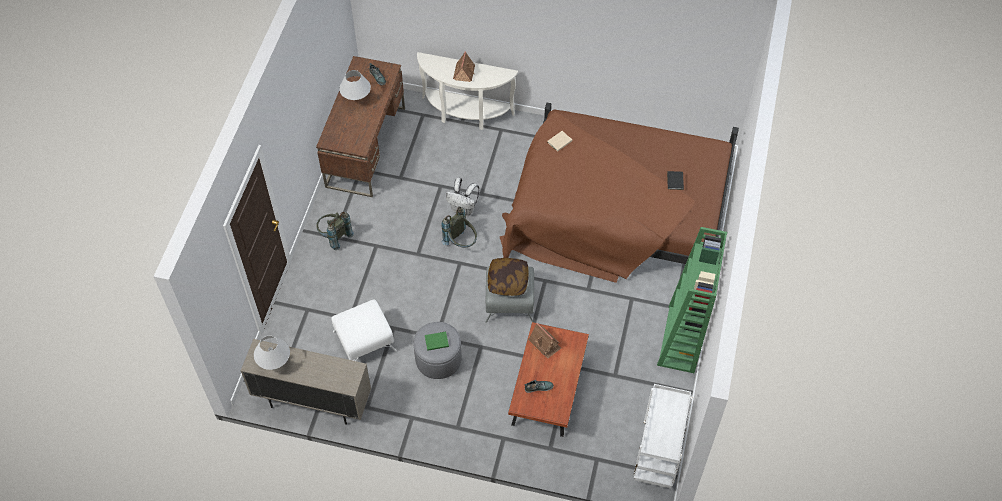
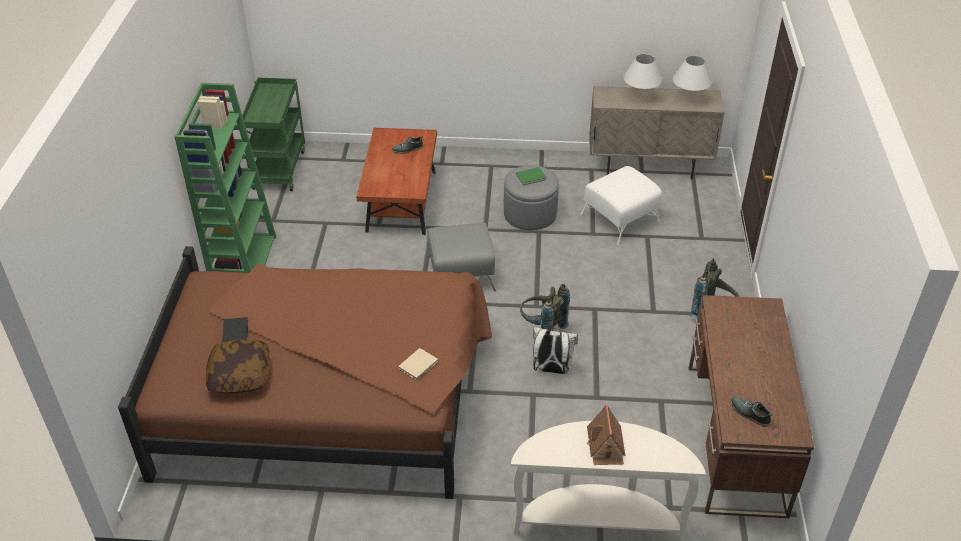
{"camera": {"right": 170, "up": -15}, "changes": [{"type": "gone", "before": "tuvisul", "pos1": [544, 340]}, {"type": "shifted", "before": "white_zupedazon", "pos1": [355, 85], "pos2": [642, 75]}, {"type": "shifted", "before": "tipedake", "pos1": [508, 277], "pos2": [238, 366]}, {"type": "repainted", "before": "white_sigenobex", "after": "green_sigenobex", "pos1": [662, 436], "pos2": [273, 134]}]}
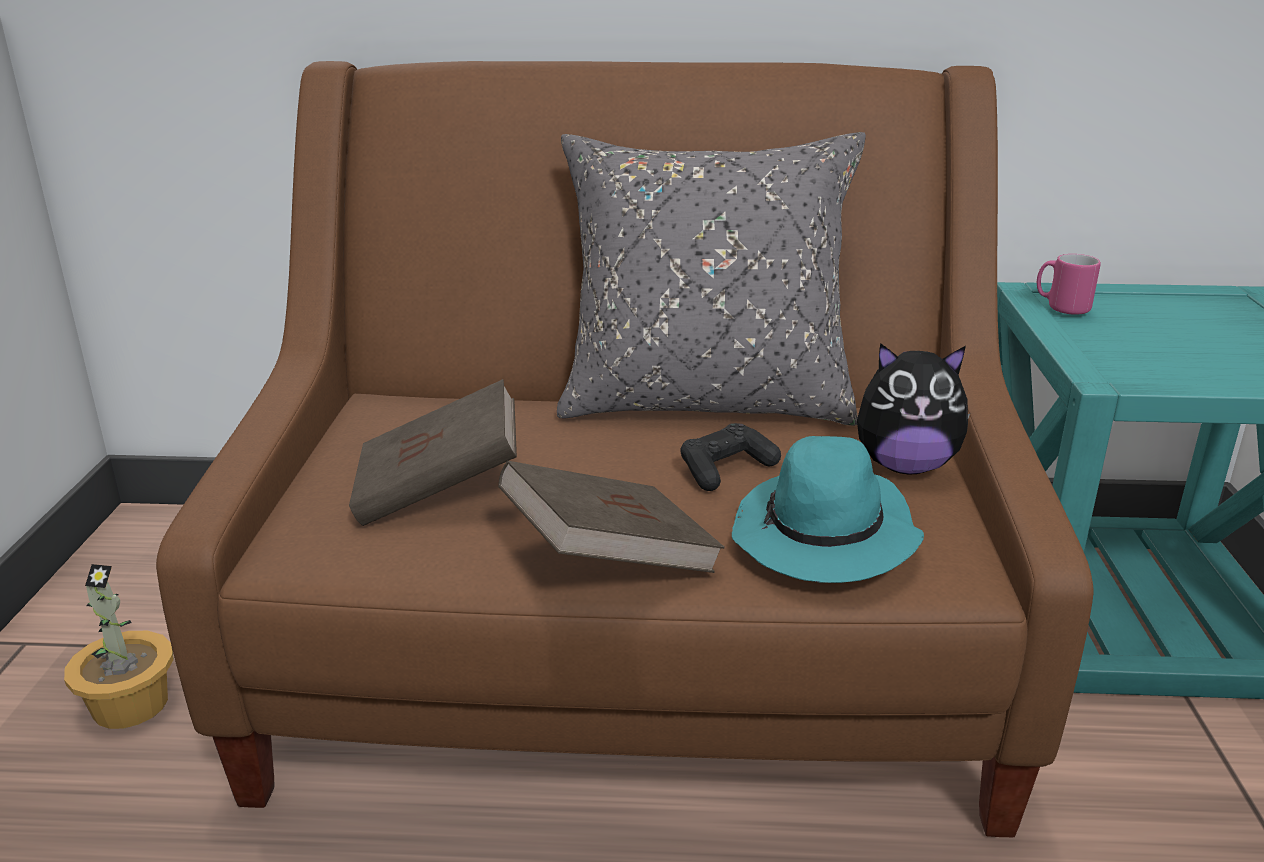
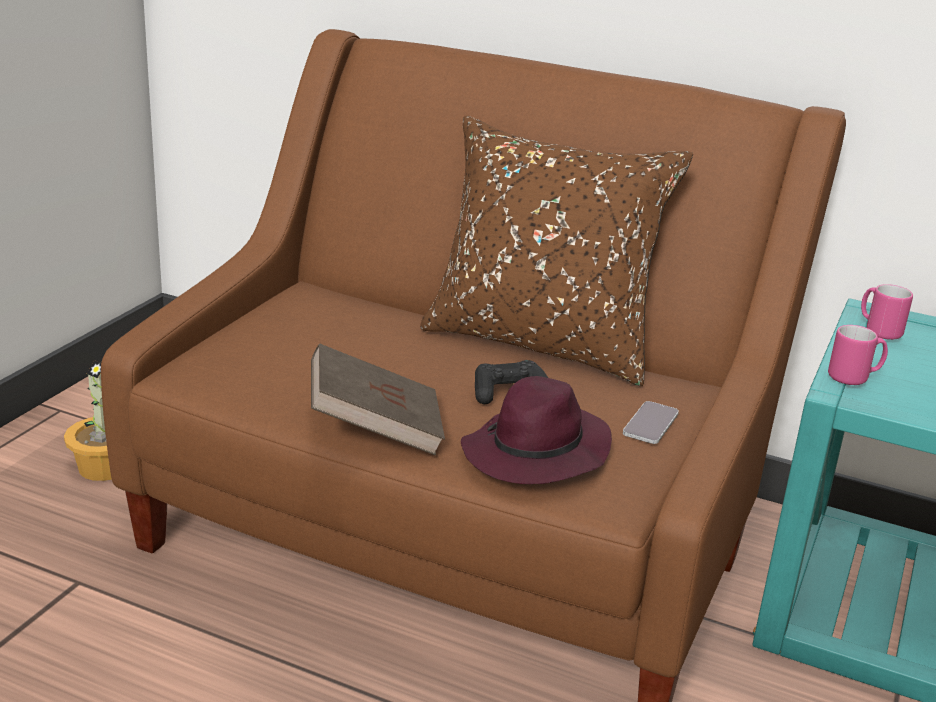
{"camera": {"right": 20, "up": 0}, "changes": [{"type": "gone", "before": "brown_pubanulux", "pos1": [433, 452]}, {"type": "new", "after": "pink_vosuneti", "pos2": [858, 355]}, {"type": "swapped", "before": "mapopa", "after": "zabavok", "pos1": [913, 408], "pos2": [651, 422]}, {"type": "repainted", "before": "grey_tipedake", "after": "brown_tipedake", "pos1": [711, 279], "pos2": [556, 251]}, {"type": "repainted", "before": "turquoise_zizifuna", "after": "purple_zizifuna", "pos1": [828, 509], "pos2": [536, 430]}]}
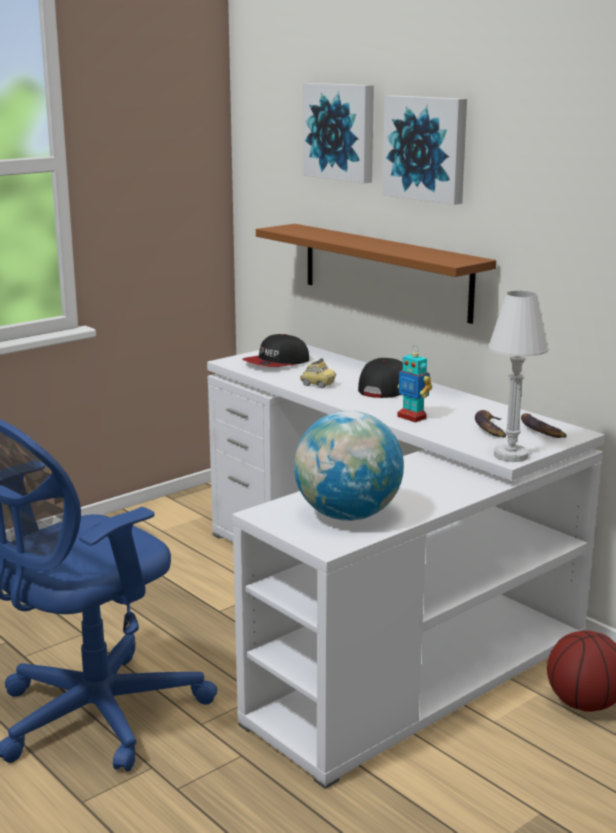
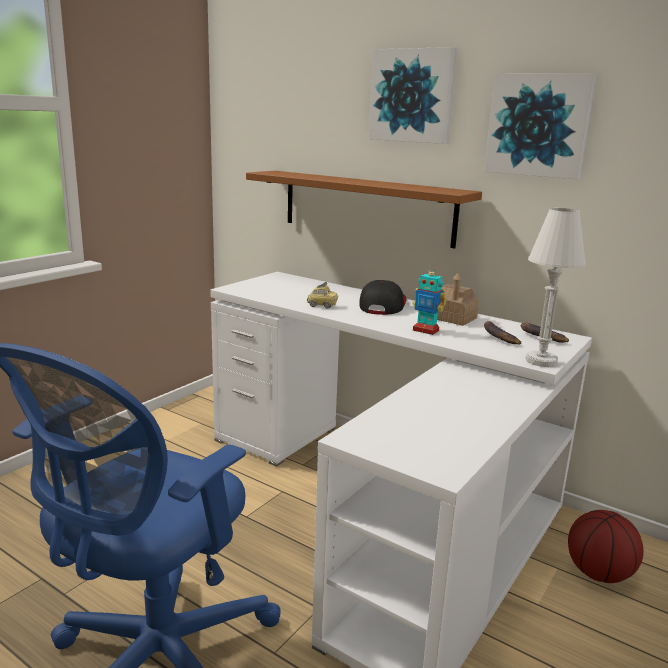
{"camera": {"right": -15, "up": 0}, "changes": [{"type": "gone", "before": "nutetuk", "pos1": [275, 350]}, {"type": "gone", "before": "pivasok", "pos1": [349, 466]}, {"type": "new", "after": "tuvisul", "pos2": [458, 299]}, {"type": "shifted", "before": "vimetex", "pos1": [338, 133], "pos2": [540, 126]}]}
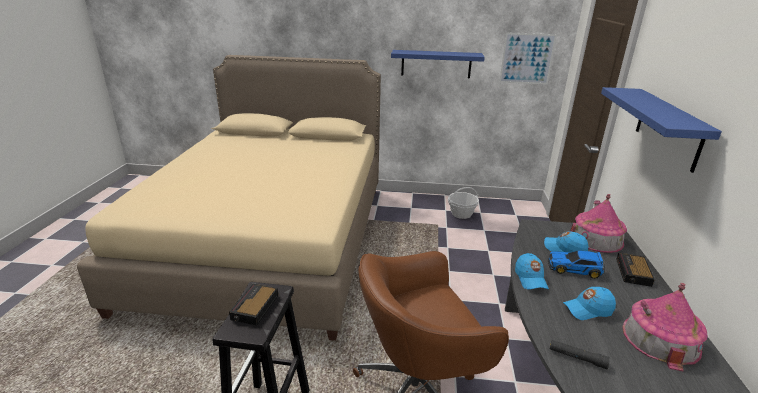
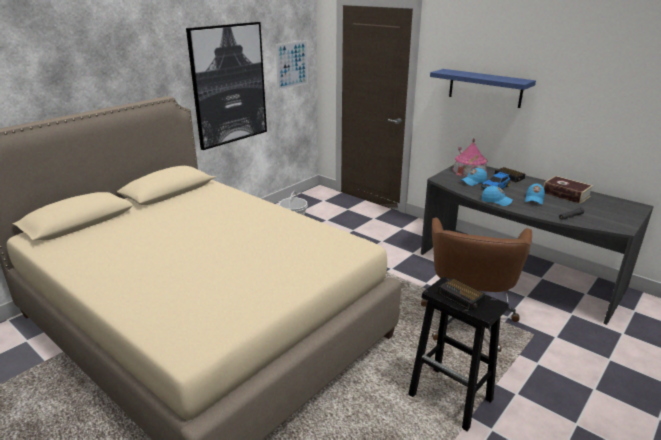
{"camera": {"right": -55, "up": 0}, "changes": [{"type": "swapped", "before": "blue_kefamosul", "after": "vimetex", "pos1": [438, 64], "pos2": [226, 86]}, {"type": "swapped", "before": "tuvisul", "after": "pubanulux", "pos1": [665, 327], "pos2": [568, 190]}]}
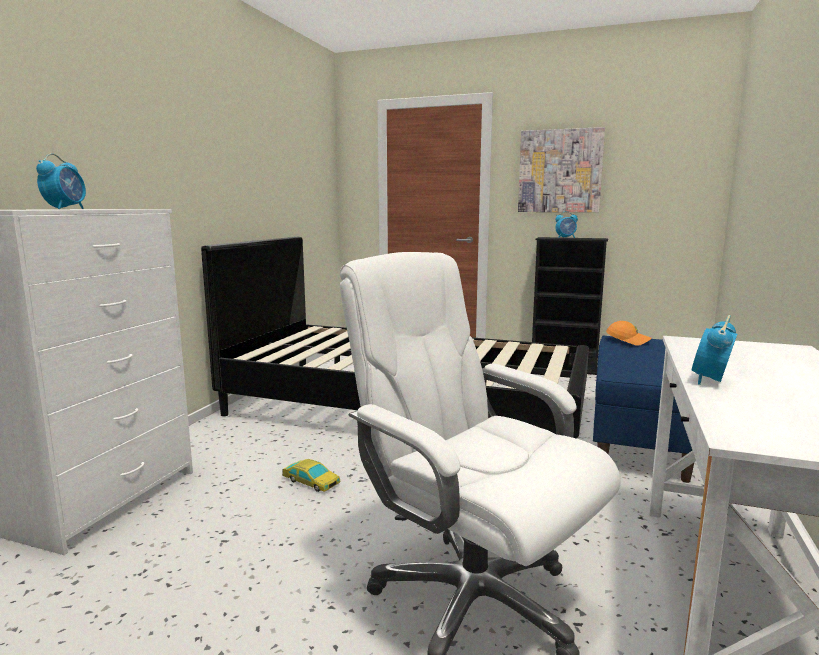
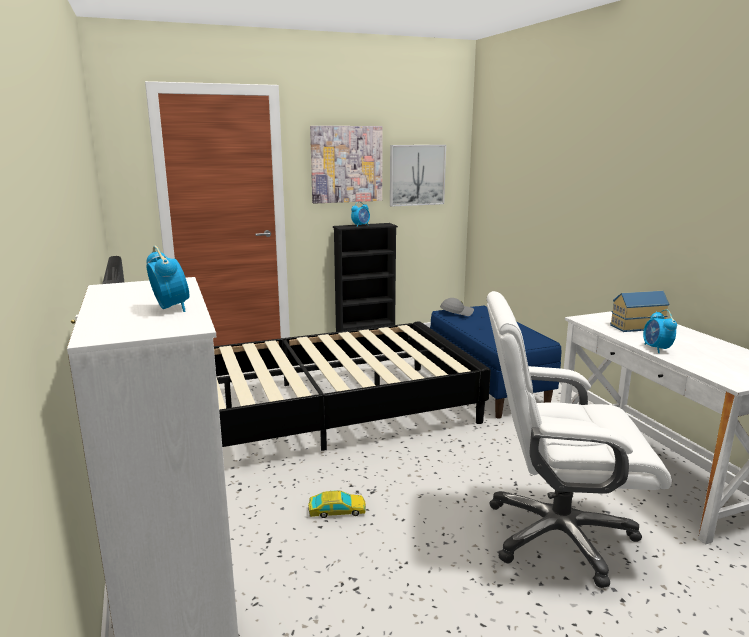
{"camera": {"right": -40, "up": 5}, "changes": [{"type": "new", "after": "vimetex", "pos2": [418, 176]}, {"type": "new", "after": "tuvisul", "pos2": [639, 311]}, {"type": "repainted", "before": "orange_nutetuk", "after": "grey_nutetuk", "pos1": [629, 333], "pos2": [457, 307]}]}
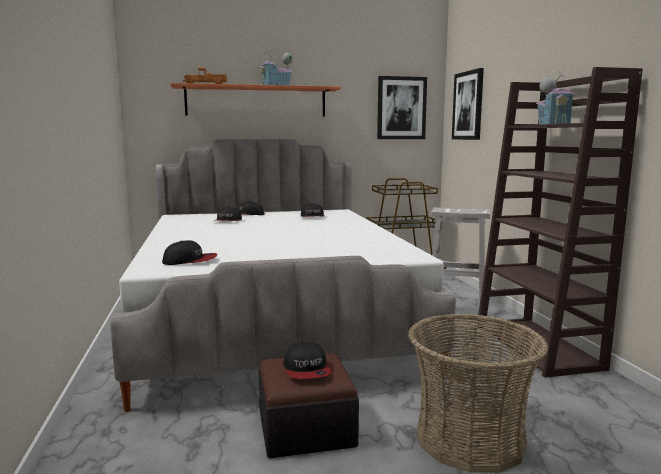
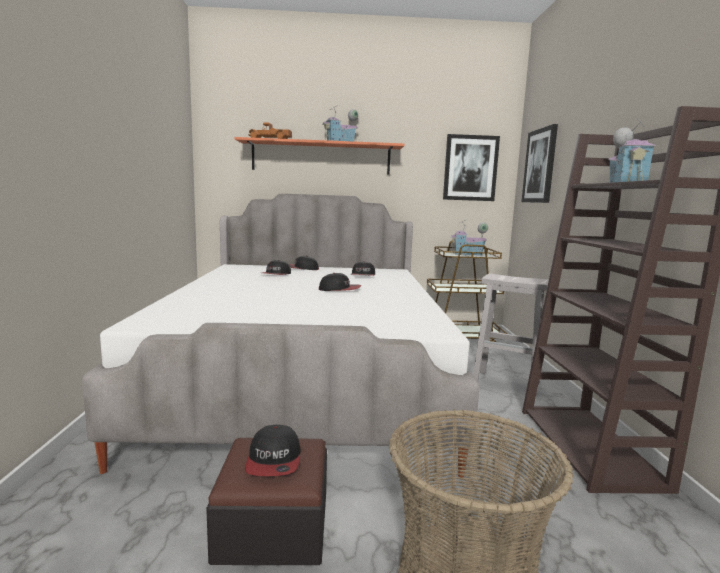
{"camera": {"right": 10, "up": 0}, "changes": [{"type": "new", "after": "tuvisul", "pos2": [469, 238]}, {"type": "shifted", "before": "nutetuk", "pos1": [189, 252], "pos2": [340, 282]}]}
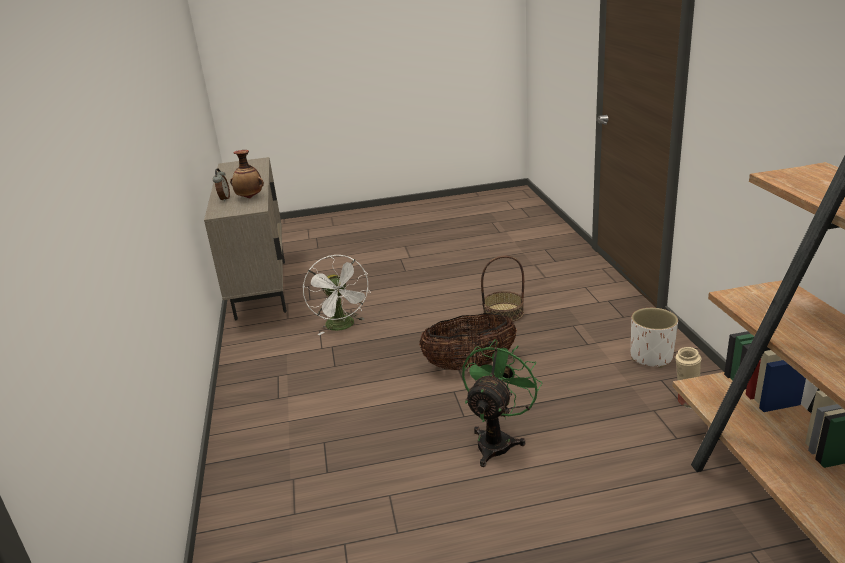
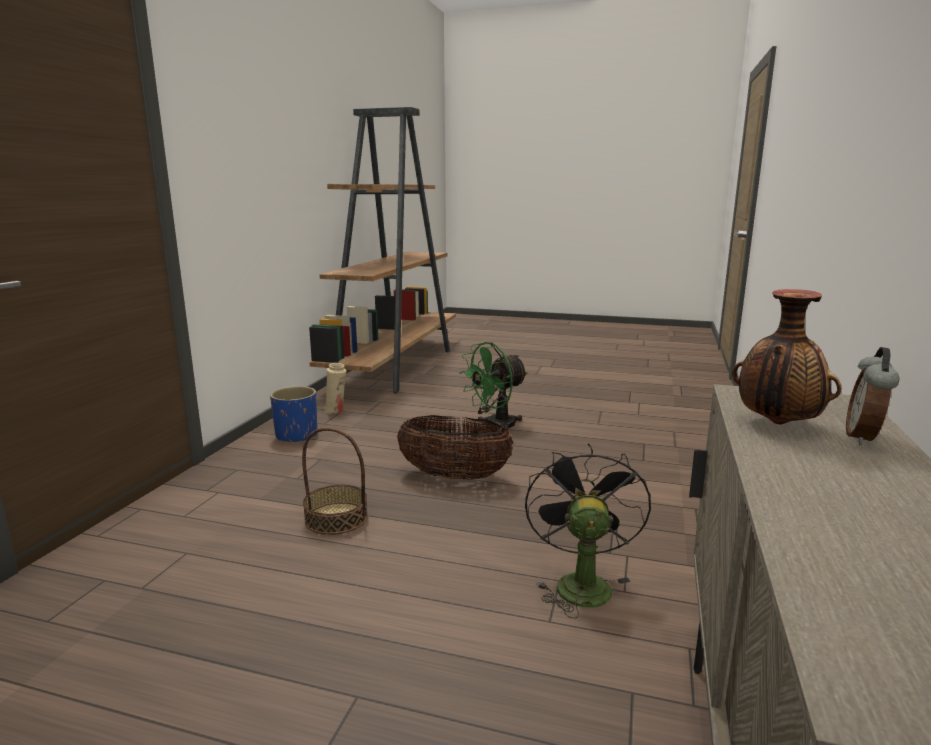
{"camera": {"right": -155, "up": -10}, "changes": [{"type": "repainted", "before": "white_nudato", "after": "black_nudato", "pos1": [337, 295], "pos2": [588, 531]}, {"type": "repainted", "before": "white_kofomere", "after": "blue_kofomere", "pos1": [654, 338], "pos2": [293, 415]}]}
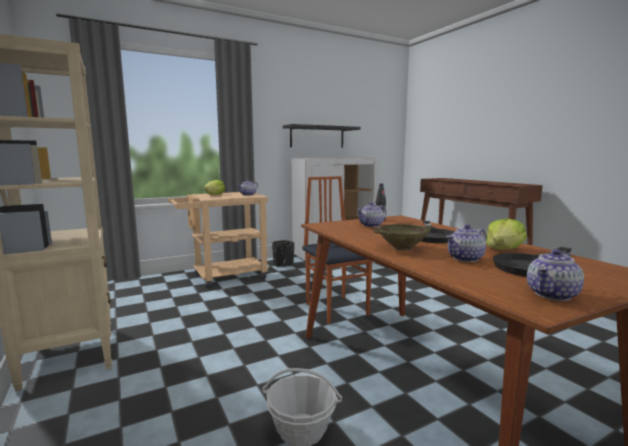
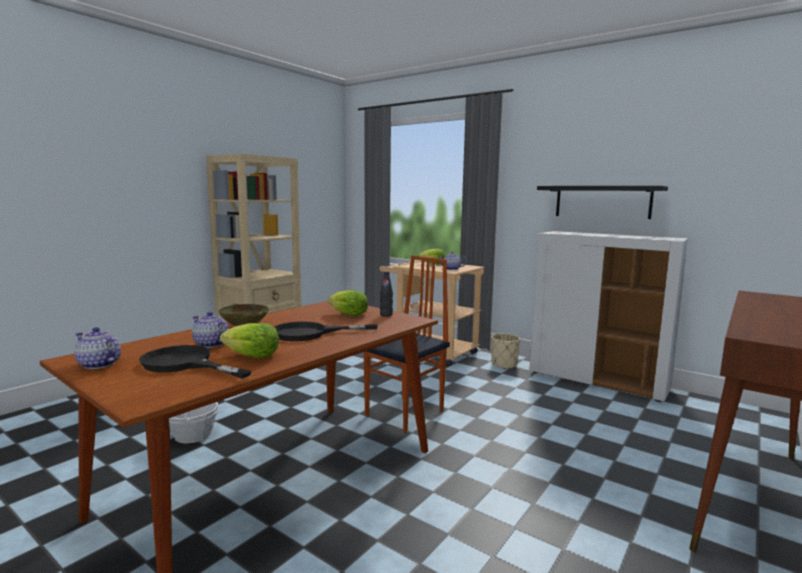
{"camera": {"right": 65, "up": 0}, "changes": [{"type": "swapped", "before": "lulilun", "after": "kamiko", "pos1": [371, 214], "pos2": [348, 303]}, {"type": "repainted", "before": "black_kofomere", "after": "beige_kofomere", "pos1": [283, 253], "pos2": [505, 351]}]}
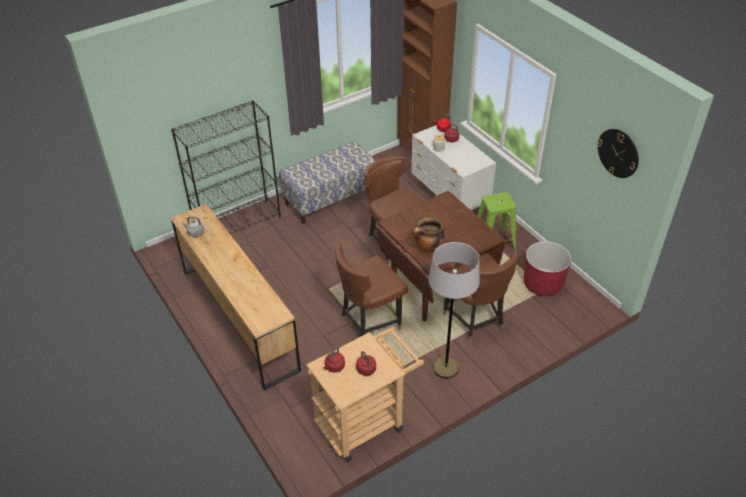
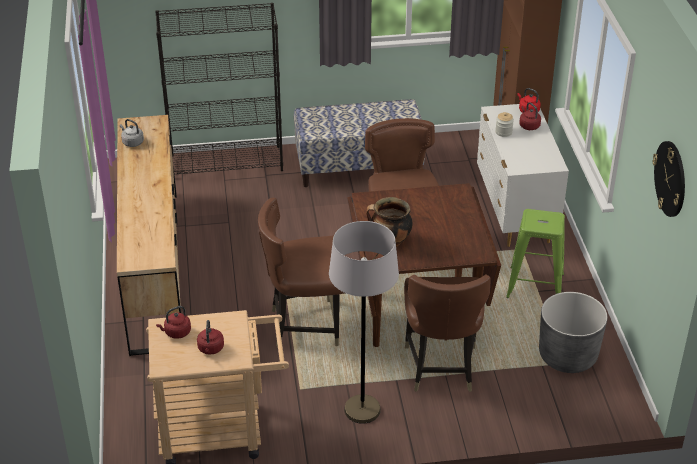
{"camera": {"right": 25, "up": -5}, "changes": [{"type": "repainted", "before": "red_kofomere", "after": "grey_kofomere", "pos1": [547, 268], "pos2": [573, 332]}]}
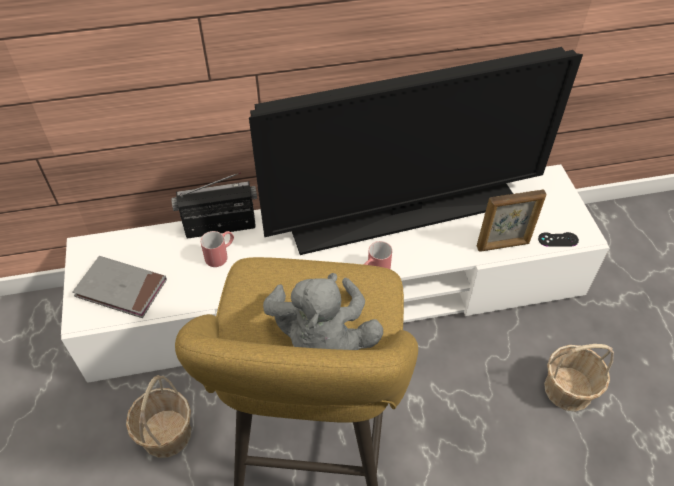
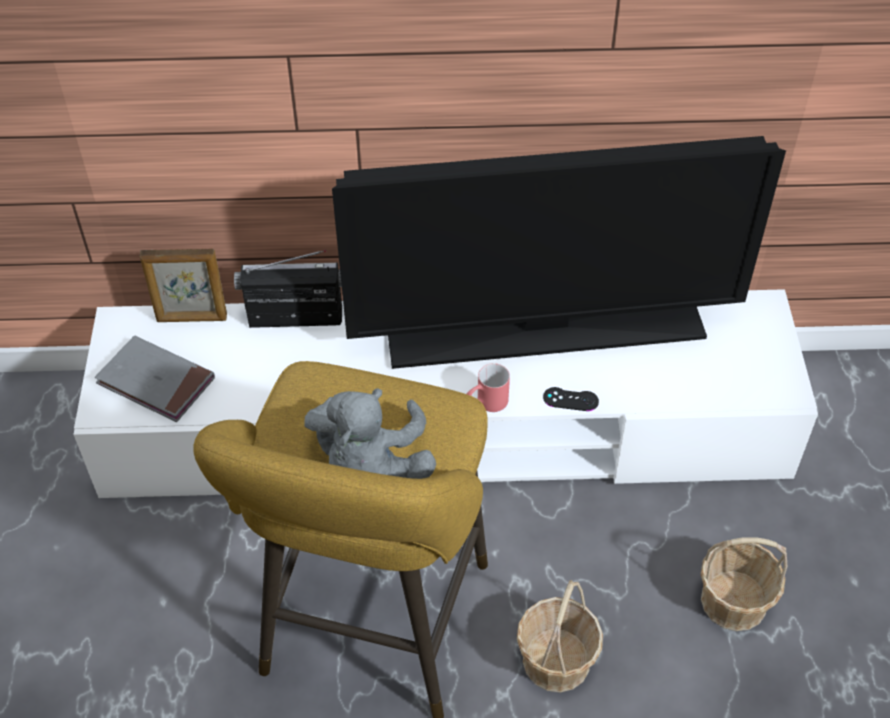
{"camera": {"right": 10, "up": 0}, "changes": [{"type": "gone", "before": "red_vosuneti", "pos1": [217, 249]}, {"type": "shifted", "before": "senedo", "pos1": [158, 416], "pos2": [560, 636]}, {"type": "shifted", "before": "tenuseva", "pos1": [511, 220], "pos2": [183, 285]}, {"type": "shifted", "before": "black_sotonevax", "pos1": [558, 239], "pos2": [571, 399]}]}
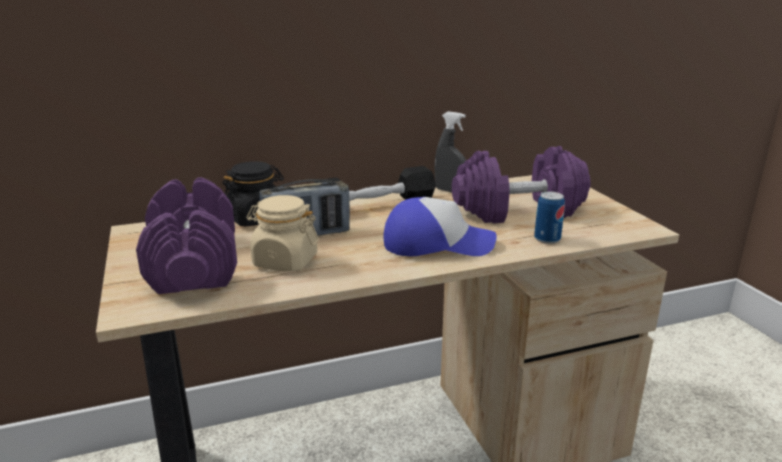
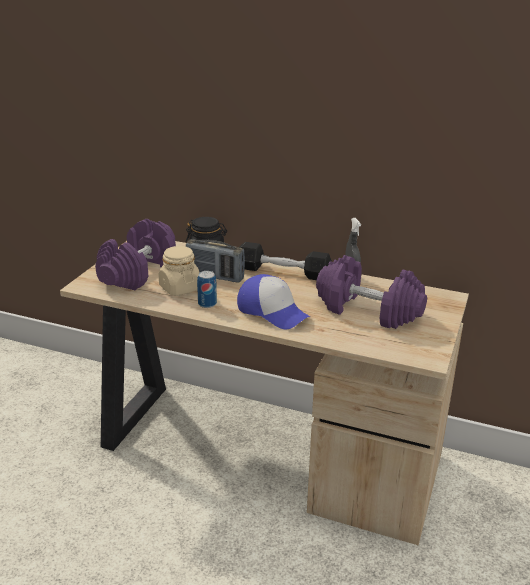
{"camera": {"right": 40, "up": 5}, "changes": [{"type": "shifted", "before": "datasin", "pos1": [549, 217], "pos2": [207, 289]}]}
